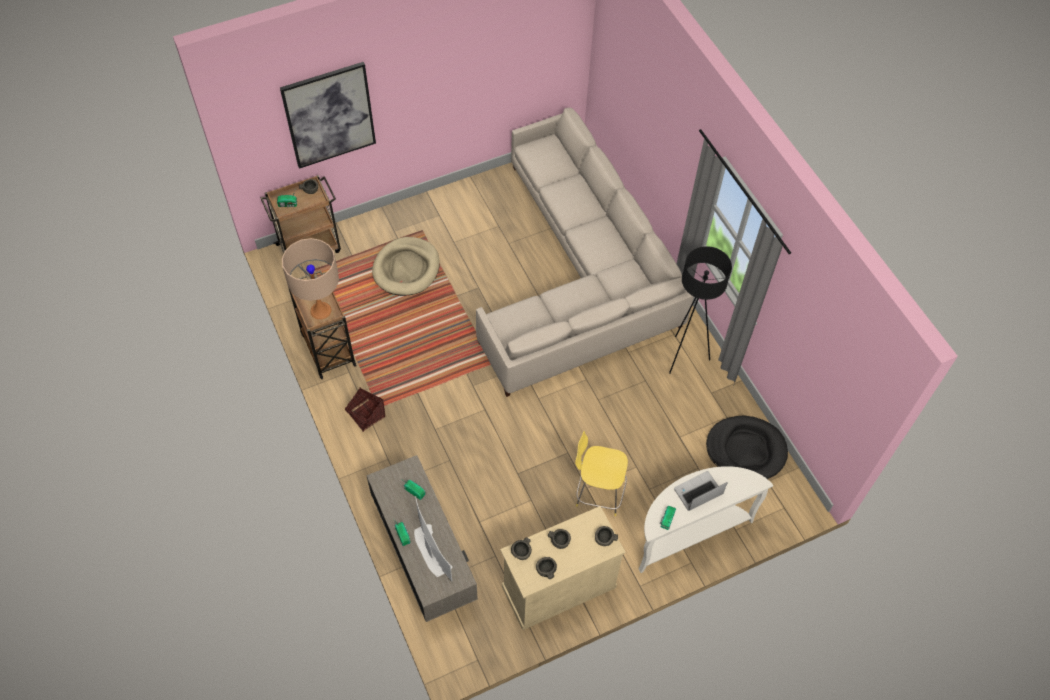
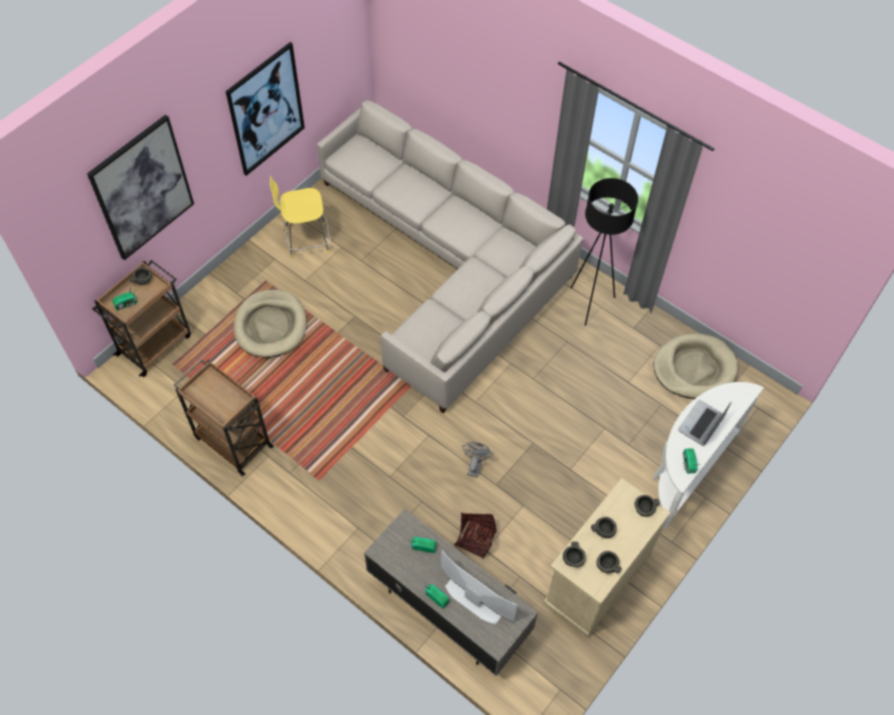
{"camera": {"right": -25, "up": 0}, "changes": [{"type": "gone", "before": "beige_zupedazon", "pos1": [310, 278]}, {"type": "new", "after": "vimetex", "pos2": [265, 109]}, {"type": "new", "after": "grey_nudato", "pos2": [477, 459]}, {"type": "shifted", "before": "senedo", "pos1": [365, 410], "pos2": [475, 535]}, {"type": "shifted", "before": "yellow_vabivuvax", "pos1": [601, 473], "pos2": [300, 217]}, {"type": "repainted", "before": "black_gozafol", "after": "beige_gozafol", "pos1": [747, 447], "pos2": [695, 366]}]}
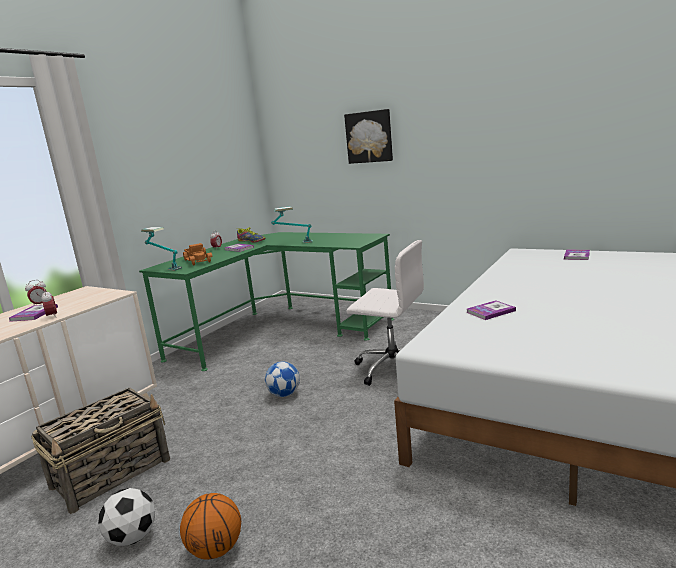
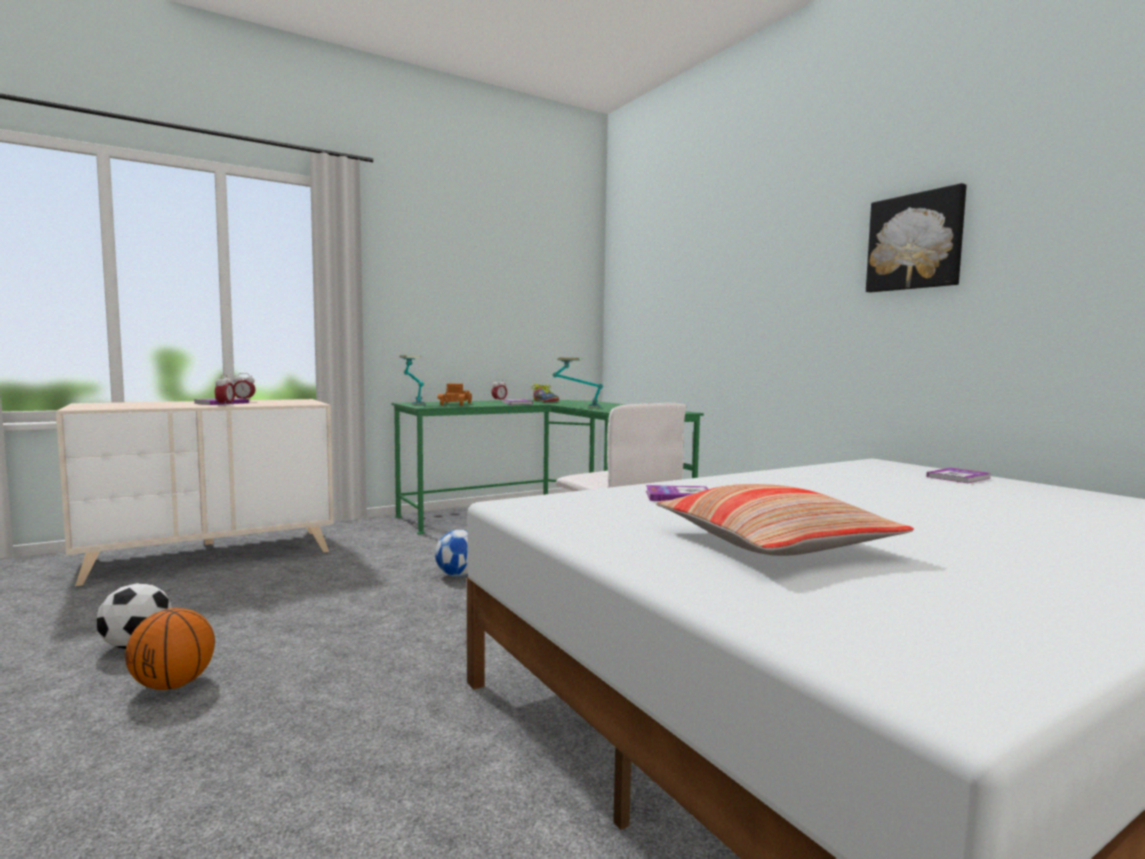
{"camera": {"right": 25, "up": -10}, "changes": [{"type": "gone", "before": "senedo", "pos1": [100, 450]}, {"type": "new", "after": "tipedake", "pos2": [785, 520]}, {"type": "shifted", "before": "vimetex", "pos1": [368, 136], "pos2": [916, 237]}]}
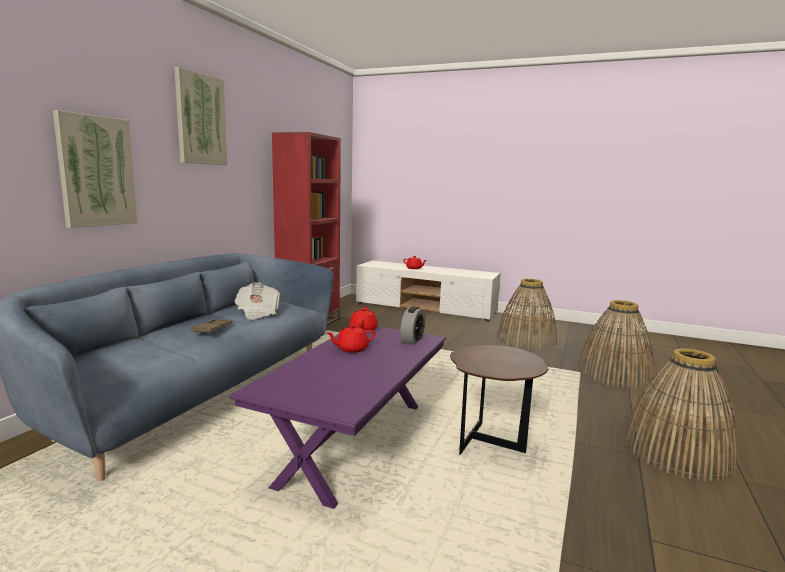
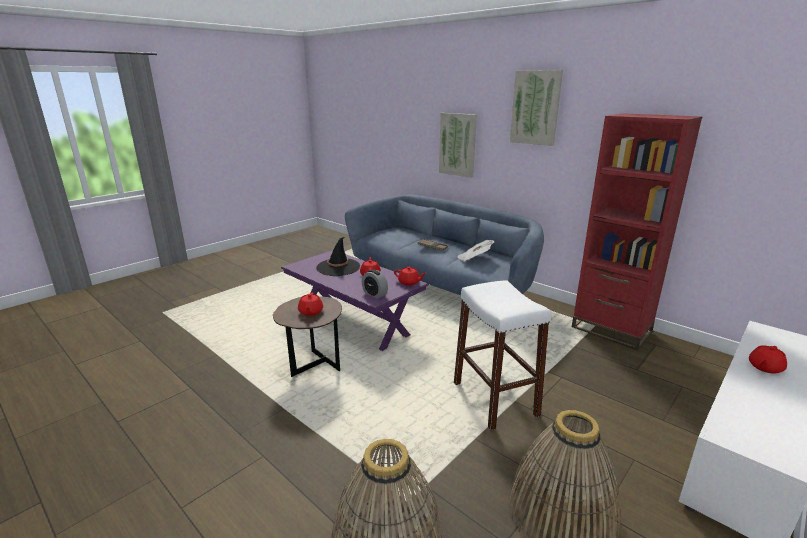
{"camera": {"right": 110, "up": 10}, "changes": [{"type": "gone", "before": "senedo", "pos1": [681, 415]}, {"type": "new", "after": "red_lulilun", "pos2": [310, 304]}, {"type": "new", "after": "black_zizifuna", "pos2": [338, 256]}, {"type": "new", "after": "white_vabivuvax", "pos2": [502, 355]}]}
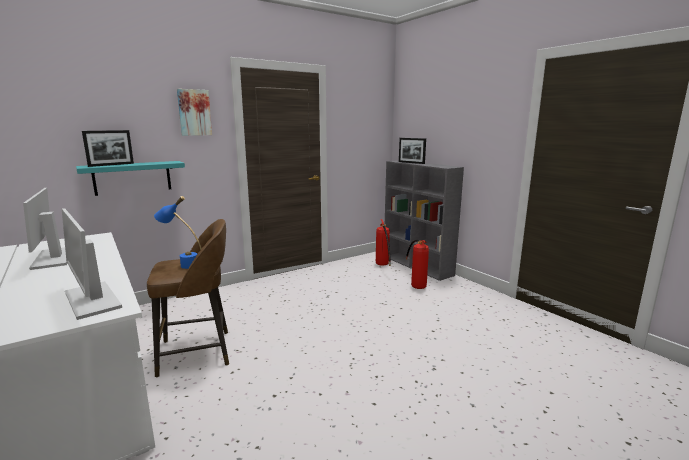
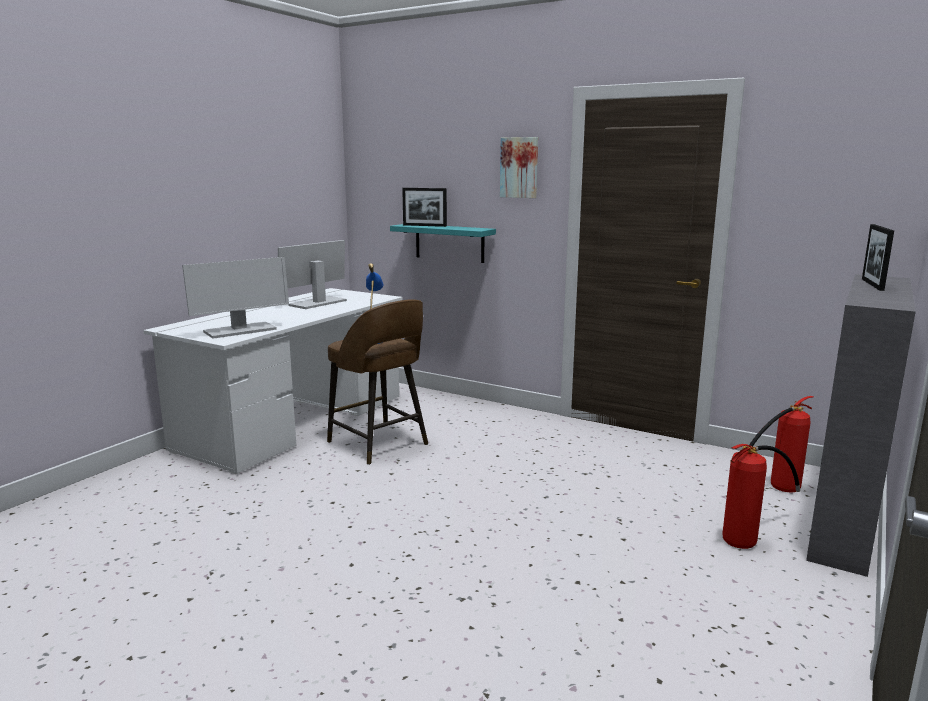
{"camera": {"right": 65, "up": 0}, "changes": [{"type": "rotated", "before": "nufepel", "pos1": [92, 264], "pos2": [235, 298], "turn": -150}]}
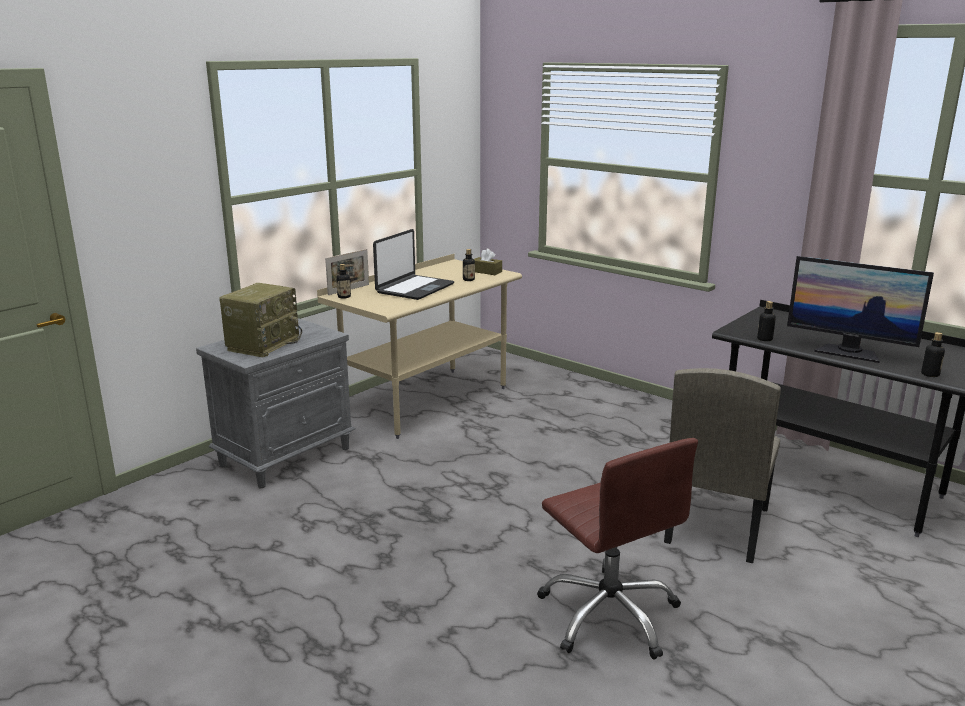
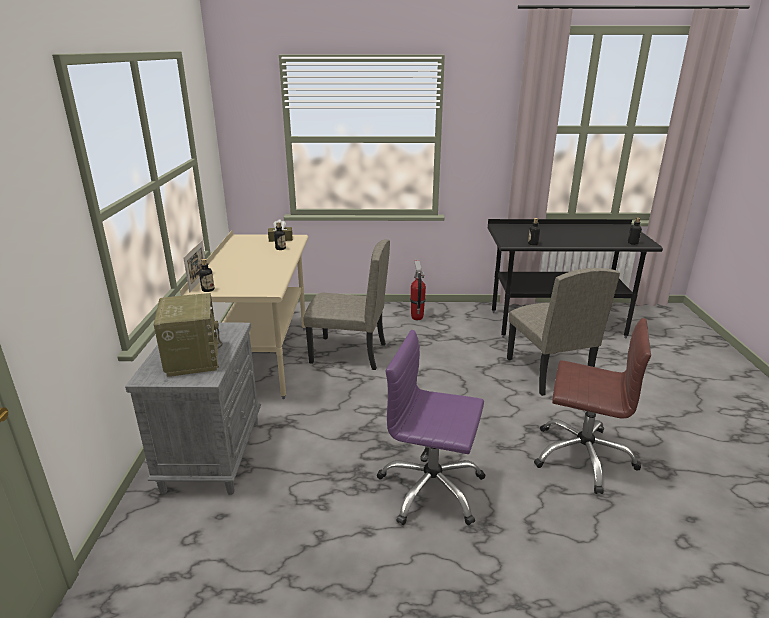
{"camera": {"right": -40, "up": 5}, "changes": [{"type": "gone", "before": "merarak", "pos1": [413, 264]}, {"type": "gone", "before": "nufepel", "pos1": [860, 309]}, {"type": "new", "after": "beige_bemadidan", "pos2": [346, 304]}, {"type": "new", "after": "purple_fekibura", "pos2": [431, 427]}, {"type": "new", "after": "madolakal", "pos2": [418, 290]}]}
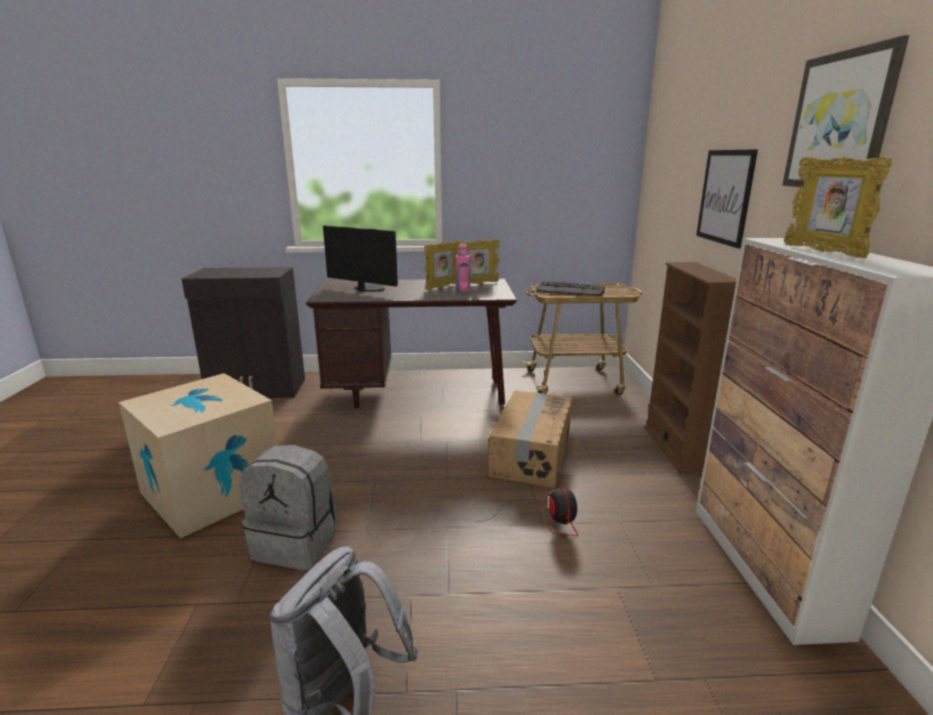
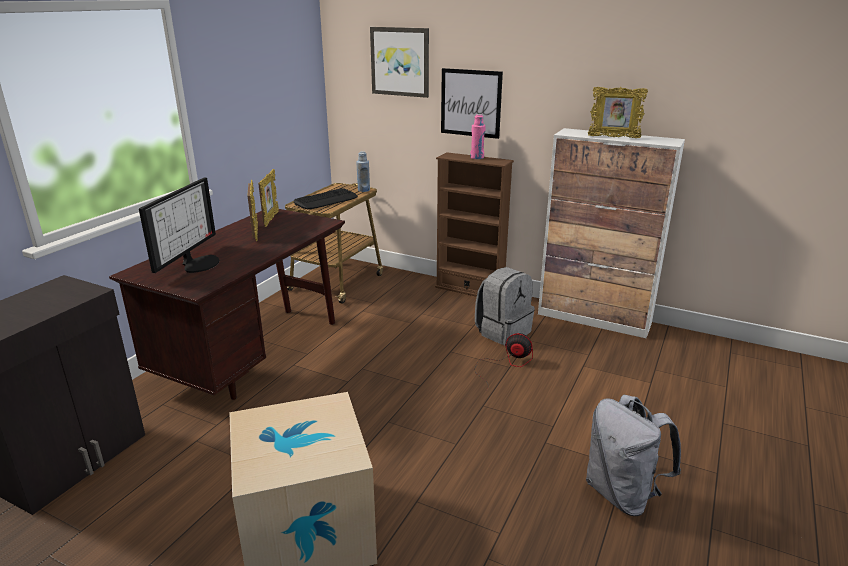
{"camera": {"right": -60, "up": 5}, "changes": [{"type": "gone", "before": "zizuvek", "pos1": [530, 439]}, {"type": "new", "after": "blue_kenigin", "pos2": [363, 171]}, {"type": "shifted", "before": "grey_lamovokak", "pos1": [288, 507], "pos2": [505, 306]}, {"type": "shifted", "before": "pink_kenigin", "pos1": [462, 268], "pos2": [478, 136]}, {"type": "shifted", "before": "vimetex", "pos1": [845, 111], "pos2": [399, 62]}, {"type": "rotated", "before": "nufepel", "pos1": [360, 258], "pos2": [179, 225], "turn": 135}]}
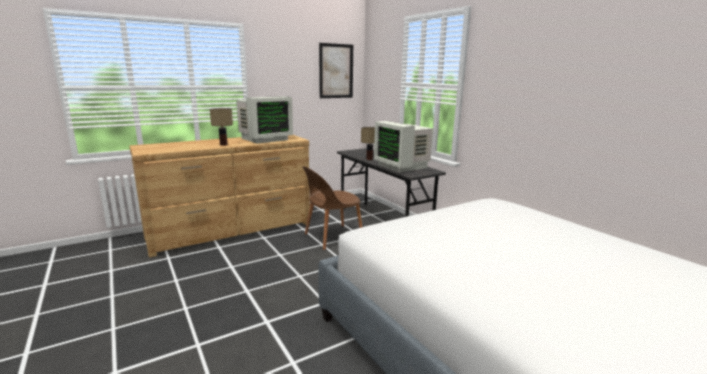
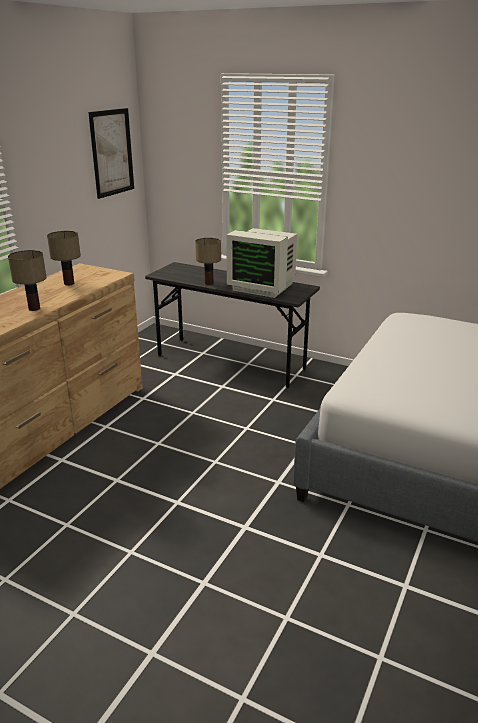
{"camera": {"right": -30, "up": 10}, "changes": [{"type": "gone", "before": "brown_bemadidan", "pos1": [332, 208]}, {"type": "swapped", "before": "nufepel", "after": "zupedazon", "pos1": [265, 120], "pos2": [64, 258]}]}
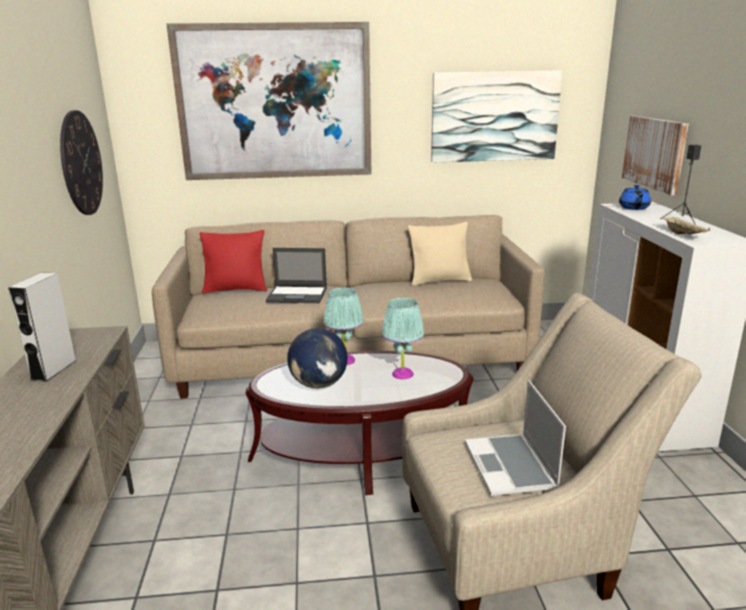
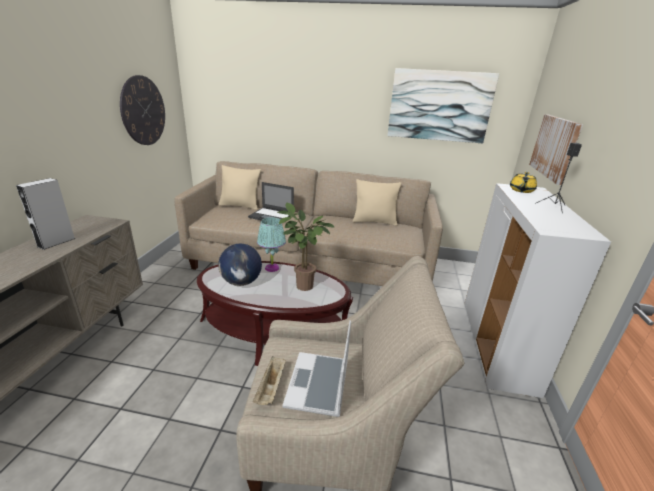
{"camera": {"right": 15, "up": 5}, "changes": [{"type": "gone", "before": "vimetex", "pos1": [269, 101]}, {"type": "shifted", "before": "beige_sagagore", "pos1": [686, 225], "pos2": [269, 380]}, {"type": "swapped", "before": "turquoise_zupedazon", "after": "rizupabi", "pos1": [403, 339], "pos2": [305, 247]}, {"type": "repainted", "before": "red_tipedake", "after": "beige_tipedake", "pos1": [233, 262], "pos2": [240, 187]}, {"type": "repainted", "before": "blue_lulilun", "after": "yellow_lulilun", "pos1": [635, 197], "pos2": [523, 182]}]}
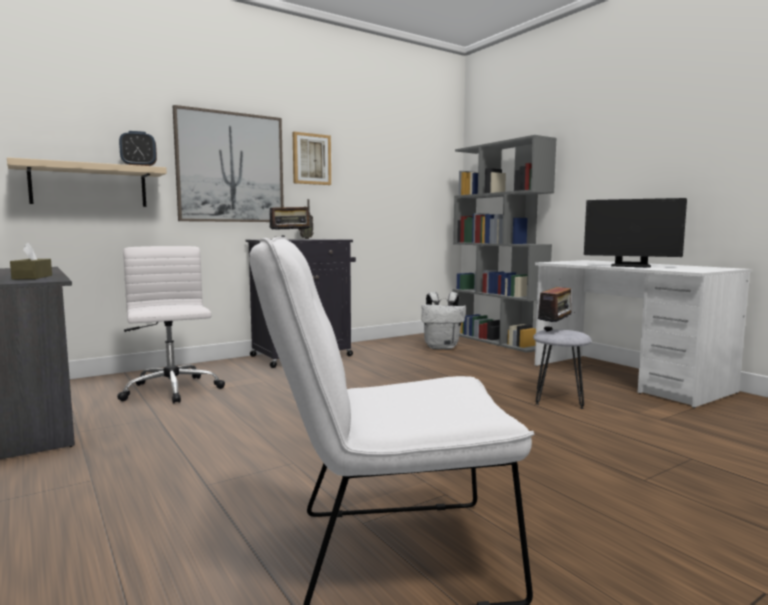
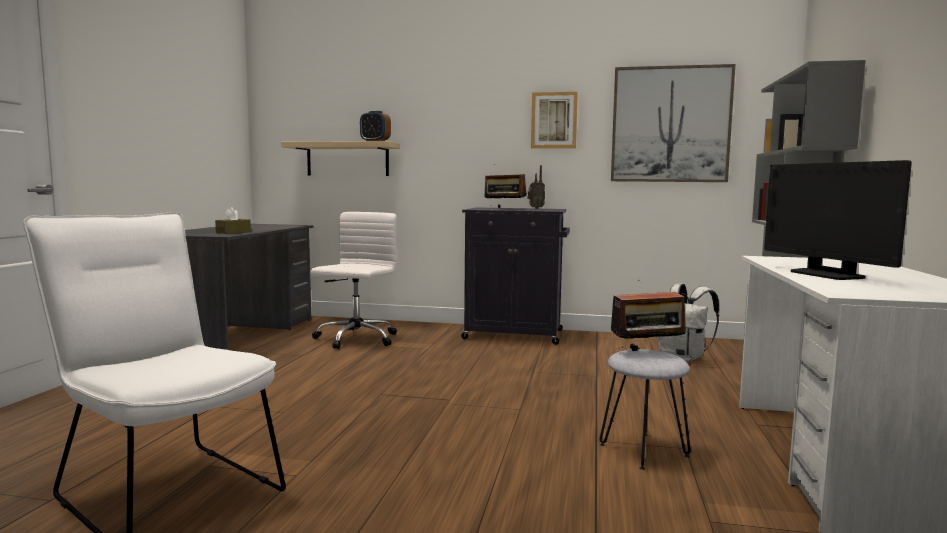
{"camera": {"right": 45, "up": 0}, "changes": [{"type": "shifted", "before": "vimetex", "pos1": [228, 163], "pos2": [673, 123]}]}
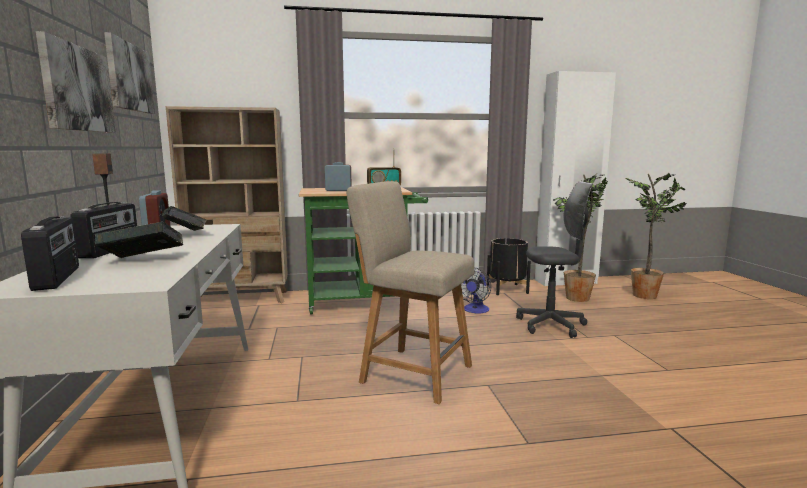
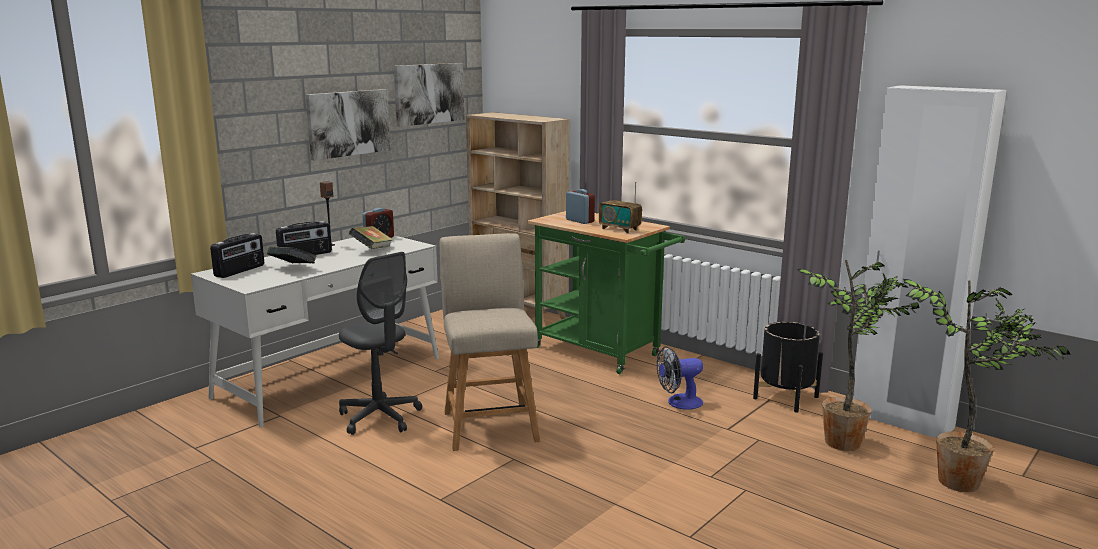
{"camera": {"right": 50, "up": 5}, "changes": [{"type": "shifted", "before": "grey_fekibura", "pos1": [554, 259], "pos2": [380, 343]}]}
